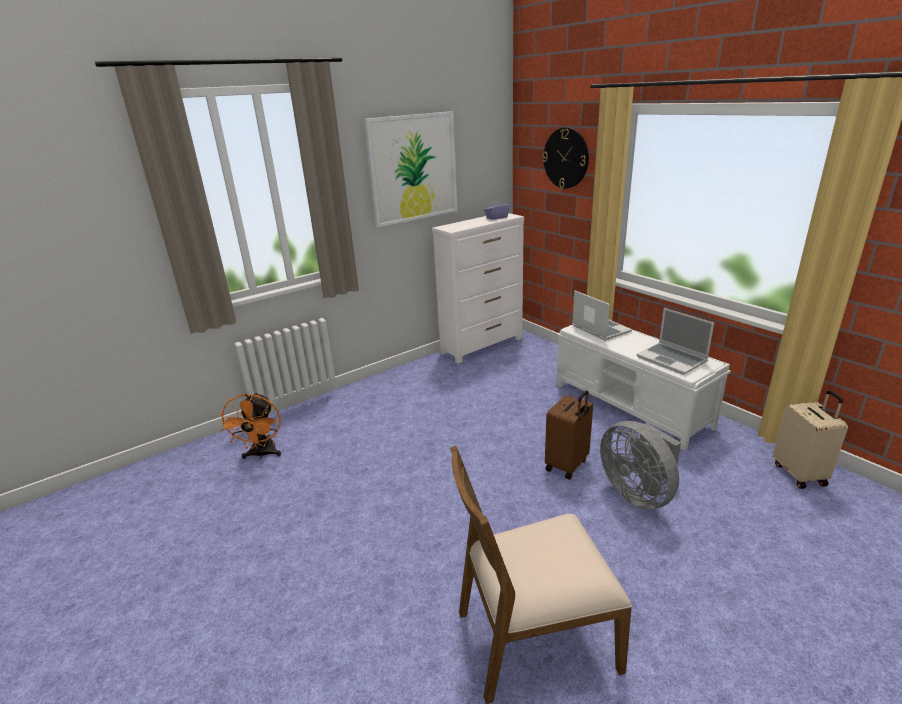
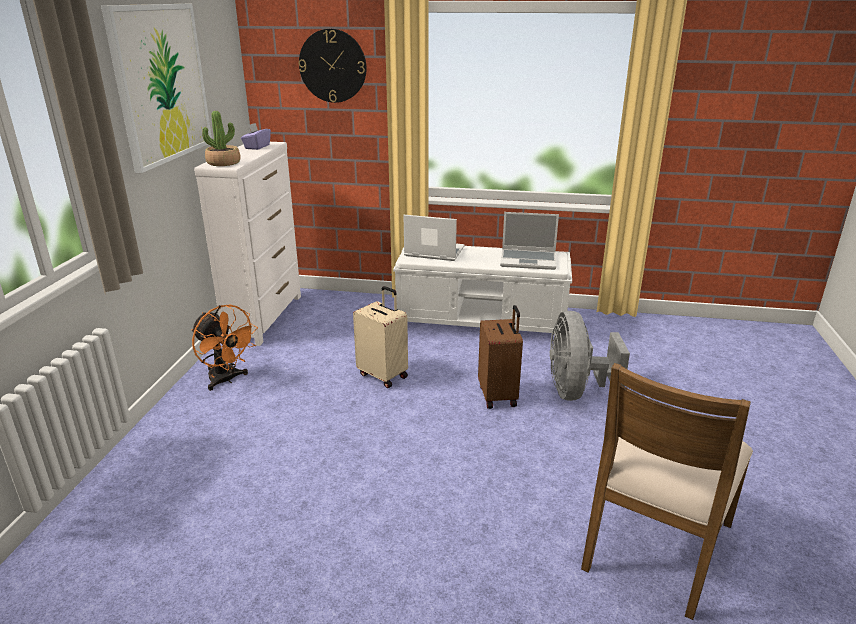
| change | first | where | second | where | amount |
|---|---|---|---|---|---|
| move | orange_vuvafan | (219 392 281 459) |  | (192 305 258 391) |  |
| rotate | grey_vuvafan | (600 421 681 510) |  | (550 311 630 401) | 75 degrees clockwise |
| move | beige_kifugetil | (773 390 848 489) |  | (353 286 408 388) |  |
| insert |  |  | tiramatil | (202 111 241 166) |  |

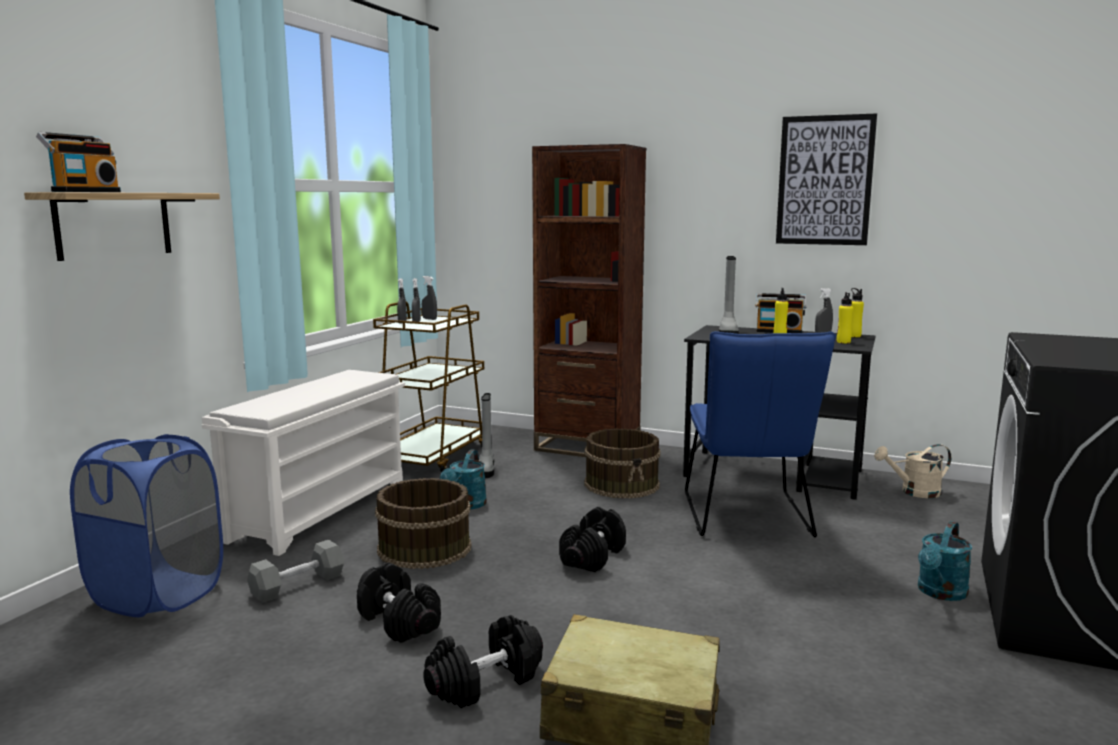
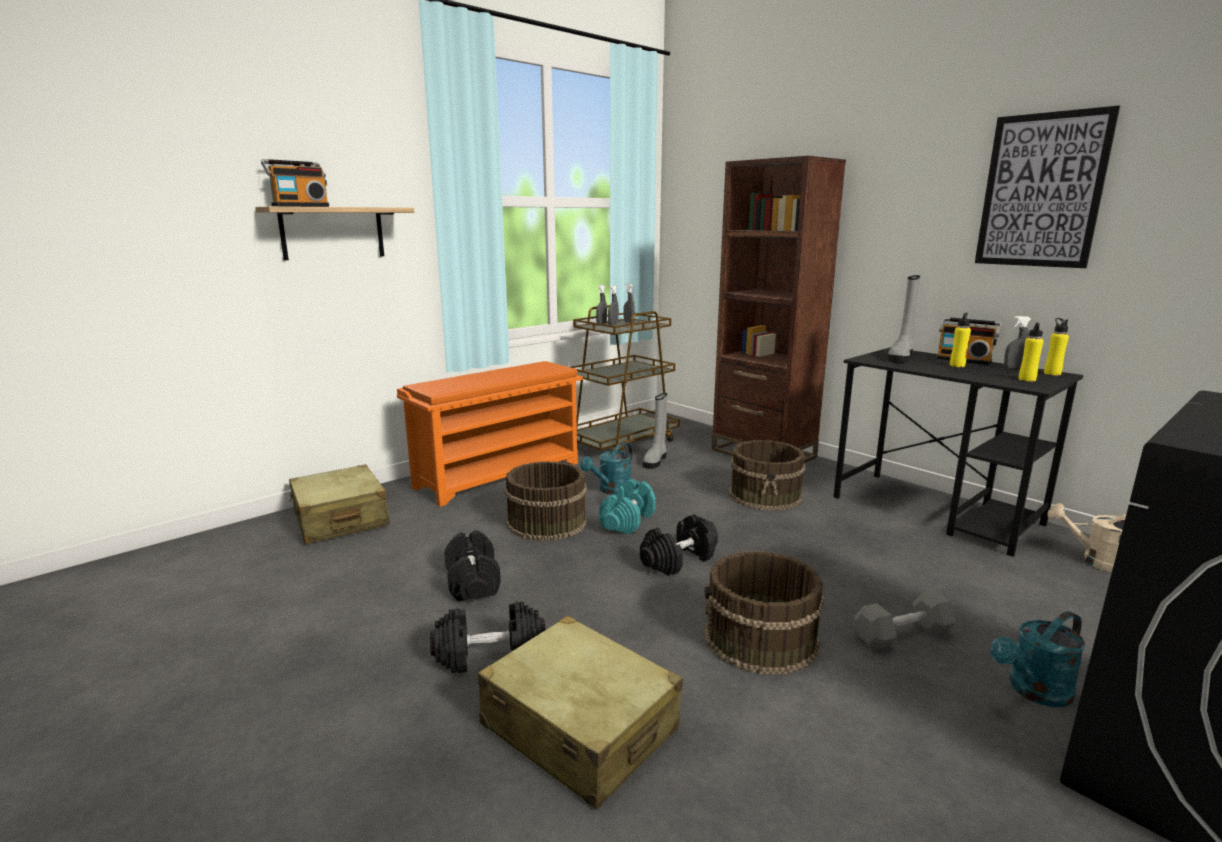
| change | first | where | second | where | amount |
|---|---|---|---|---|---|
| replace | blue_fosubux | (70 434 223 617) | beige_kifugetil | (289 464 390 544) |  |
| recolor | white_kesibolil | (202 370 405 556) | orange_kesibolil | (397 361 583 507) |  |
| move | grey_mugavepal | (247 540 344 603) |  | (854 590 956 650) |  |
| delete | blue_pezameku | (685 331 836 538) |  |  |  |
| insert |  |  | turquoise_mugavepal | (599 479 656 534) |  |
| insert |  |  | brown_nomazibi | (704 551 824 674) |  |

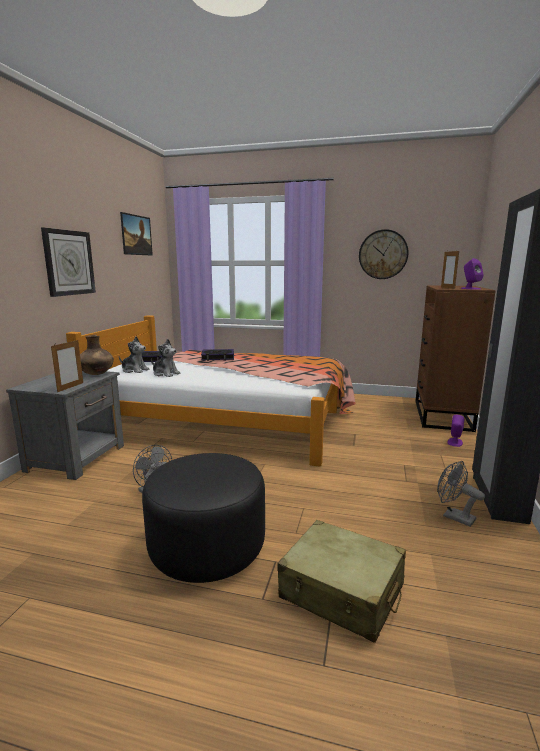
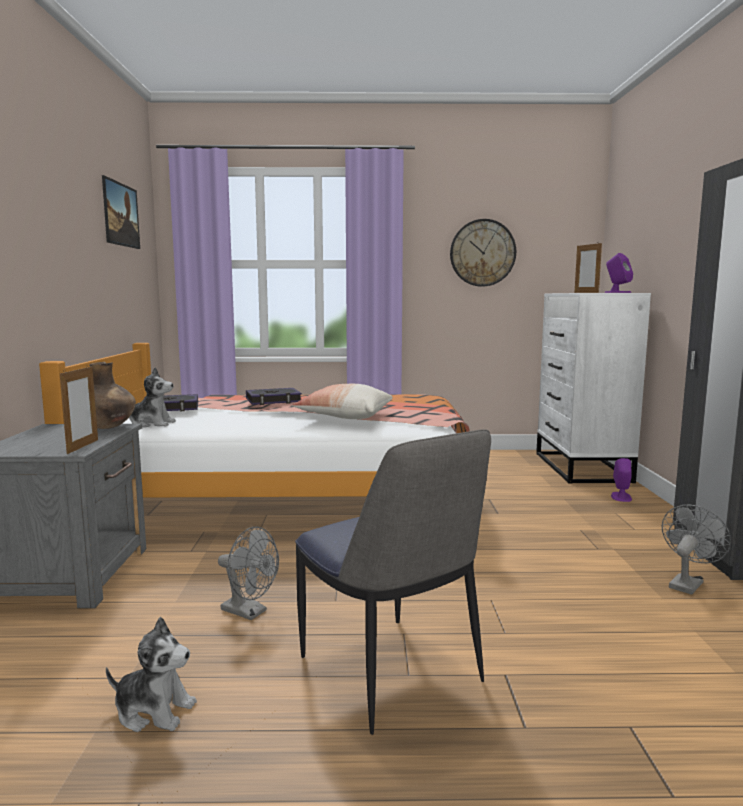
| change | first | where | second | where | amount |
|---|---|---|---|---|---|
| delete | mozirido | (41 227 96 297) |  |  |  |
| replace | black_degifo | (142 453 265 583) | pezameku | (295 429 491 735) |  |
| move | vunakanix | (151 339 180 377) |  | (106 617 197 732) |  |
| delete | beige_kifugetil | (277 520 406 643) |  |  |  |
| recolor | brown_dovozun | (415 285 496 432) | white_dovozun | (536 293 651 483) |  |
| rotate | grey_vuvafan | (437 461 485 527) |  | (662 504 731 595) | 105 degrees clockwise |
| insert |  |  | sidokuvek | (292 384 393 419) |  |

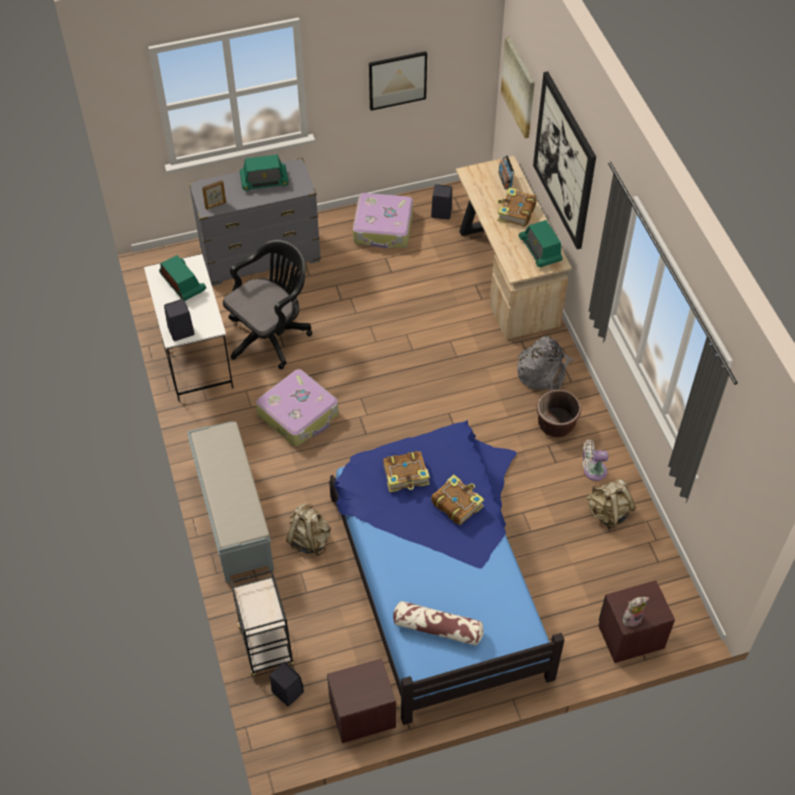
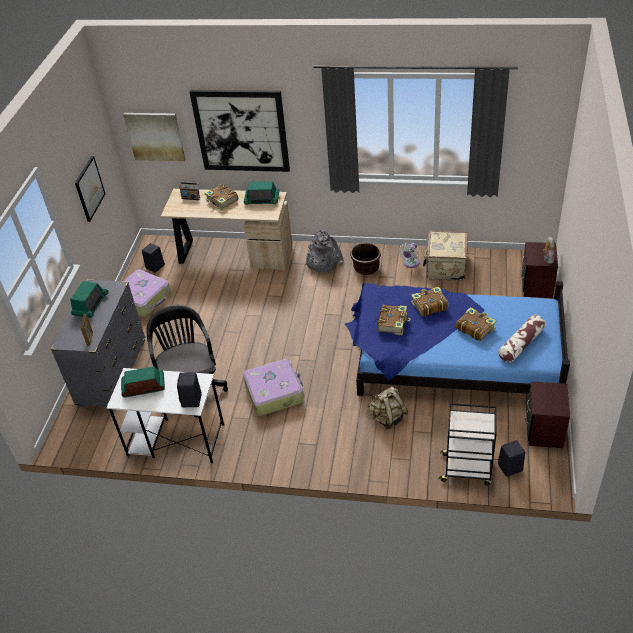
| change | first | where | second | where | amount |
|---|---|---|---|---|---|
| delete | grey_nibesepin | (187 421 274 583) |  |  |  |
| replace | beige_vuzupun | (586 479 636 529) | beige_kifugetil | (423 230 468 281) |  |
| insert |  |  | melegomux | (456 307 496 341) |  |

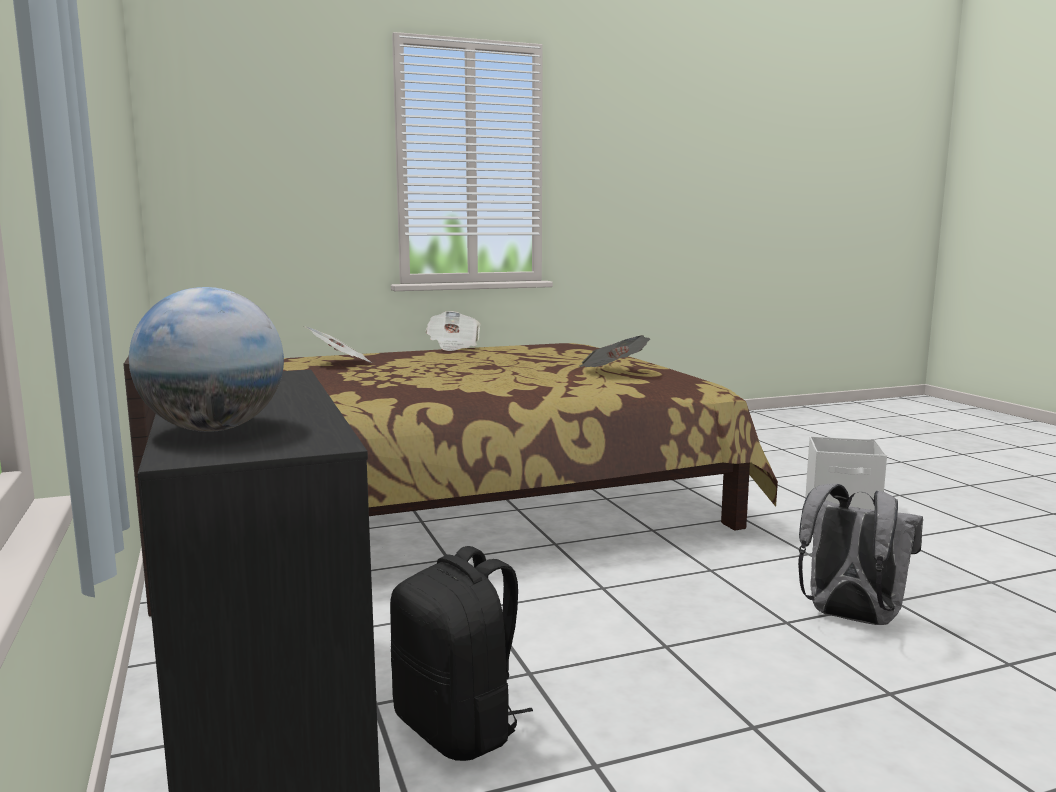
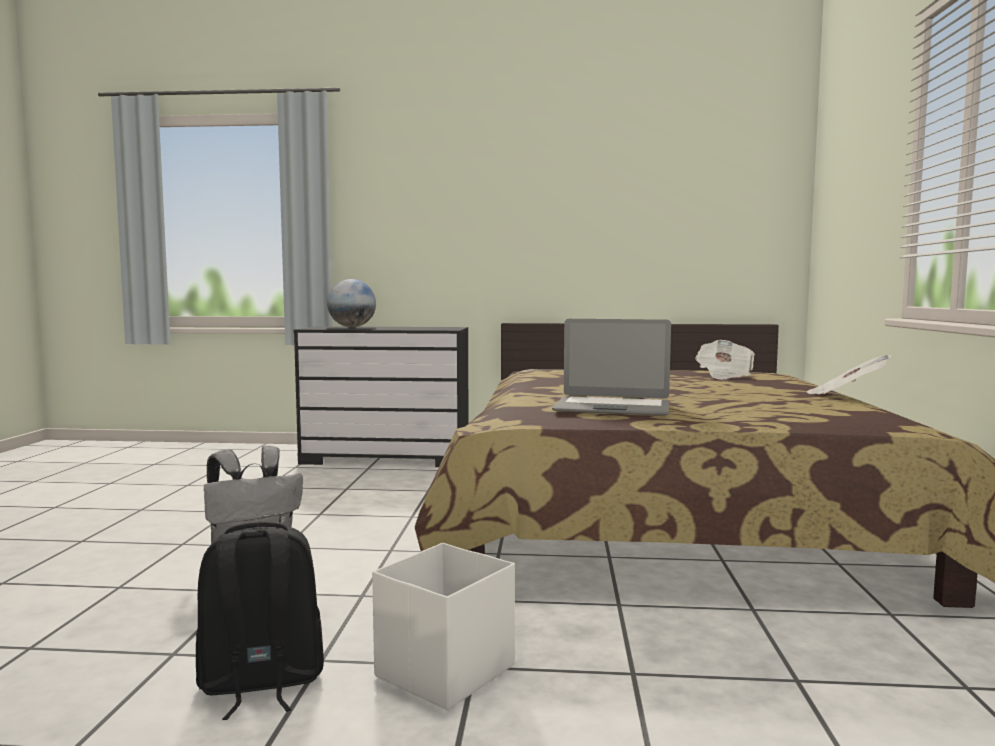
| change | first | where | second | where | amount |
|---|---|---|---|---|---|
| move | black_vuzupun | (390 546 533 761) |  | (196 521 324 720) |  |
| replace | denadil | (579 335 650 367) | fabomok | (552 319 671 416) |  |

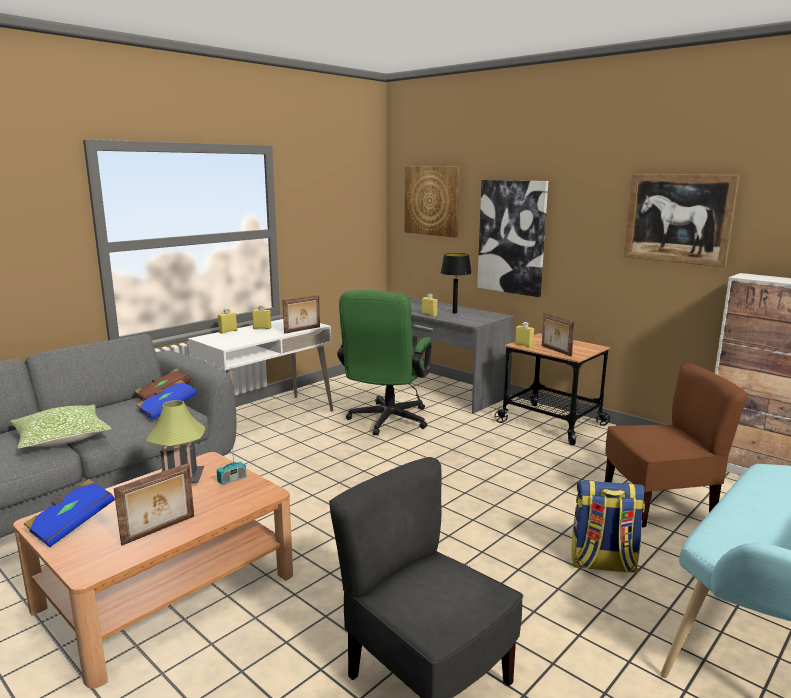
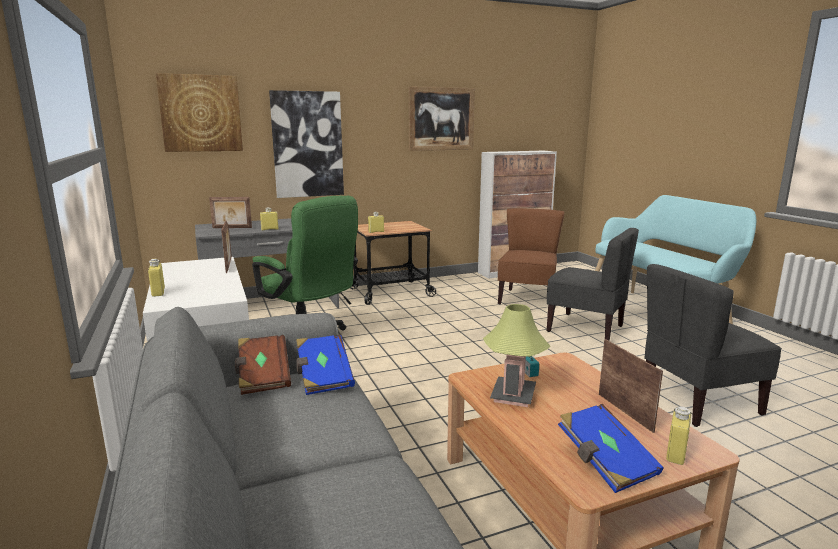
| change | first | where | second | where | amount |
|---|---|---|---|---|---|
| delete | sidokuvek | (10 404 111 449) |  |  |  |
| move | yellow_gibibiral | (252 305 271 329) |  | (666 406 691 465) |  |
| delete | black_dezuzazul | (440 253 472 313) |  |  |  |
| move | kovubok | (542 313 575 356) |  | (209 197 252 228) |  |
| replace | vuzupun | (572 480 645 573) | grey_pezameku | (547 228 639 341) |  |

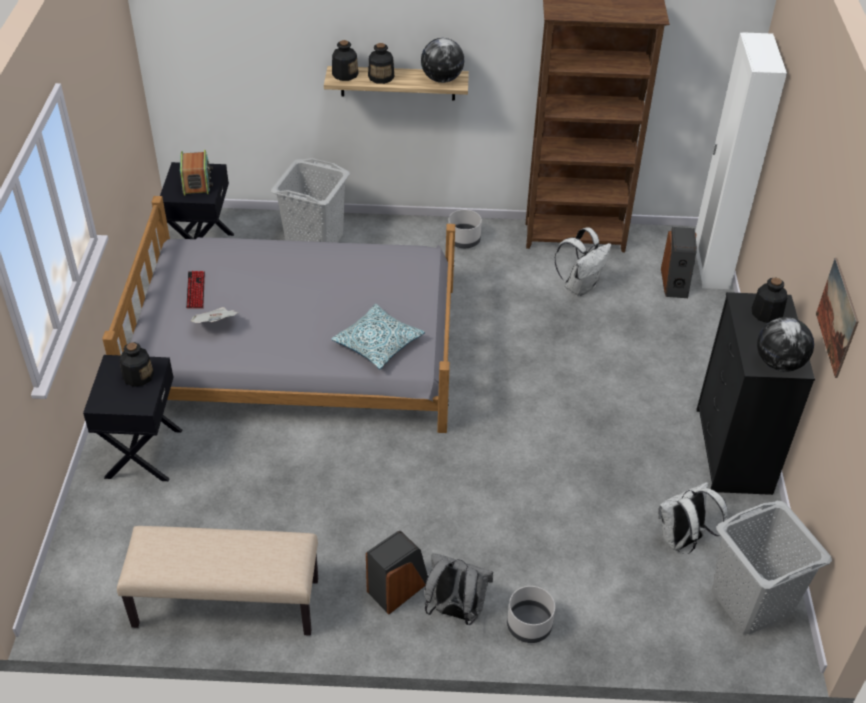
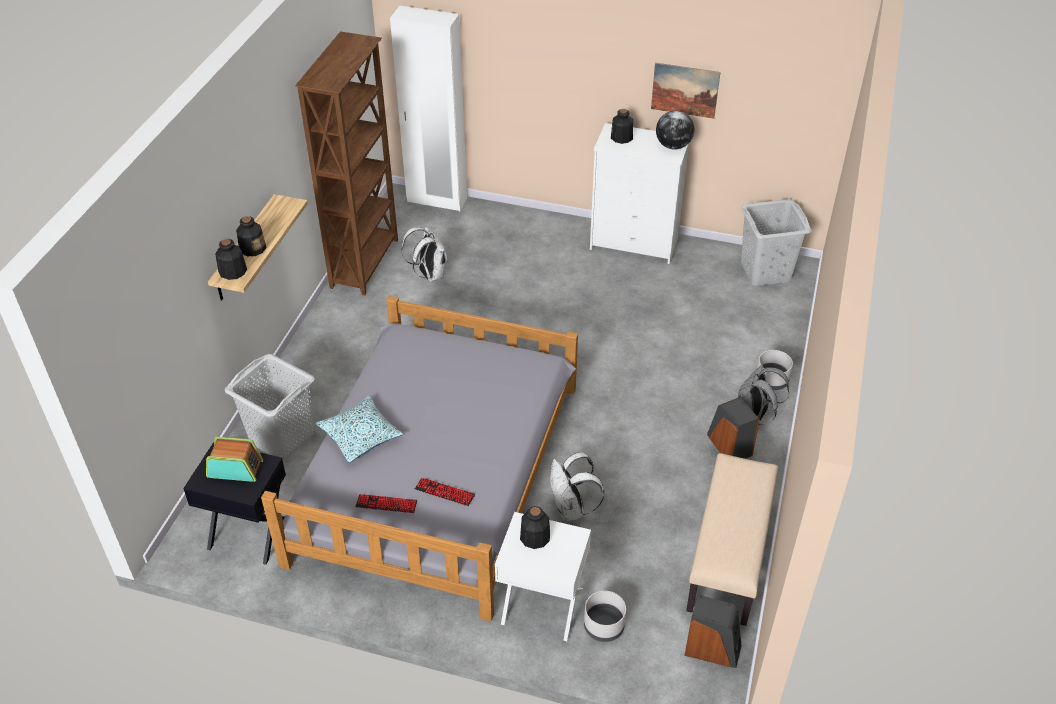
| change | first | where | second | where | amount |
|---|---|---|---|---|---|
| recolor | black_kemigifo | (83 355 182 481) | white_kemigifo | (495 512 591 641) |  |
| replace | denadil | (191 307 239 323) | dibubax | (415 478 475 506) |  |
| move | sidokuvek | (331 304 425 369) |  | (316 396 403 463) |  |
| delete | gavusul | (421 38 464 83) |  |  |  |
| move | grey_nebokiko | (448 210 482 248) |  | (584 591 626 642) |  |
| move | white_vuzupun | (658 482 728 554) |  | (550 452 604 521) |  |
| move | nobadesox | (661 227 697 298) |  | (684 594 742 668) |  |
| recolor | black_dovozun | (696 292 815 495) | white_dovozun | (590 123 689 264) |  |

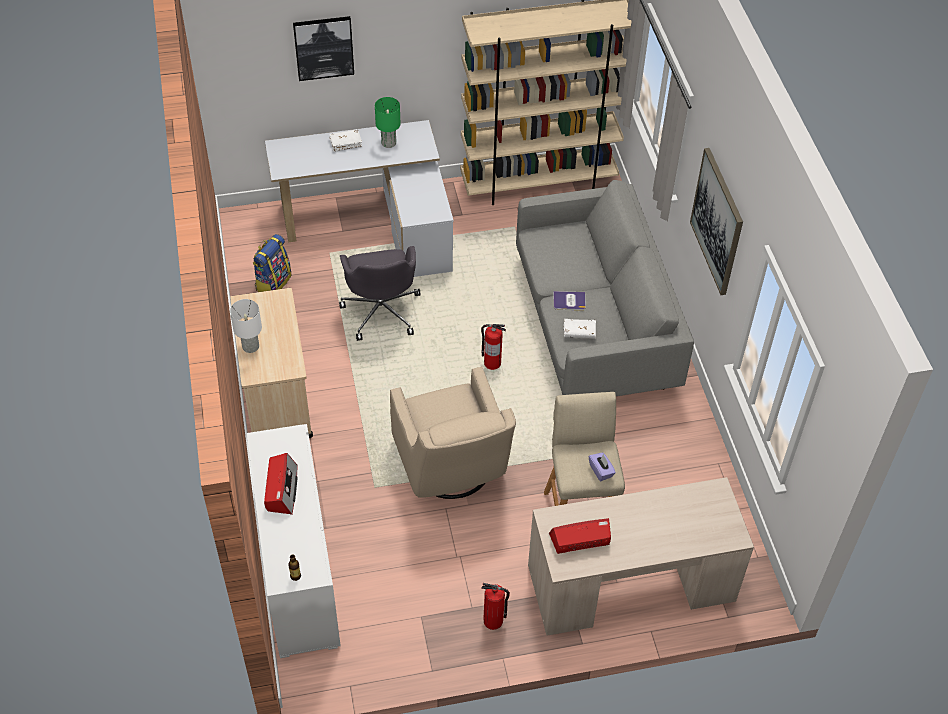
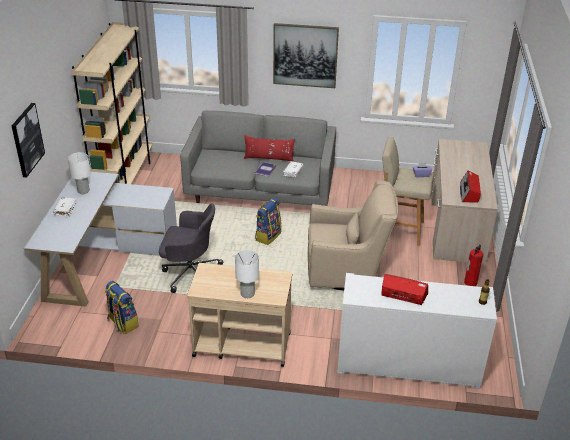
| change | first | where | second | where | amount |
|---|---|---|---|---|---|
| recolor | green_dezuzazul | (375 97 401 148) | white_dezuzazul | (68 152 91 194) |  |
| replace | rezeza | (481 324 506 370) | vuzupun | (255 198 281 245) |  |
| insert |  |  | red_sidokuvek | (244 135 295 162) |  |

